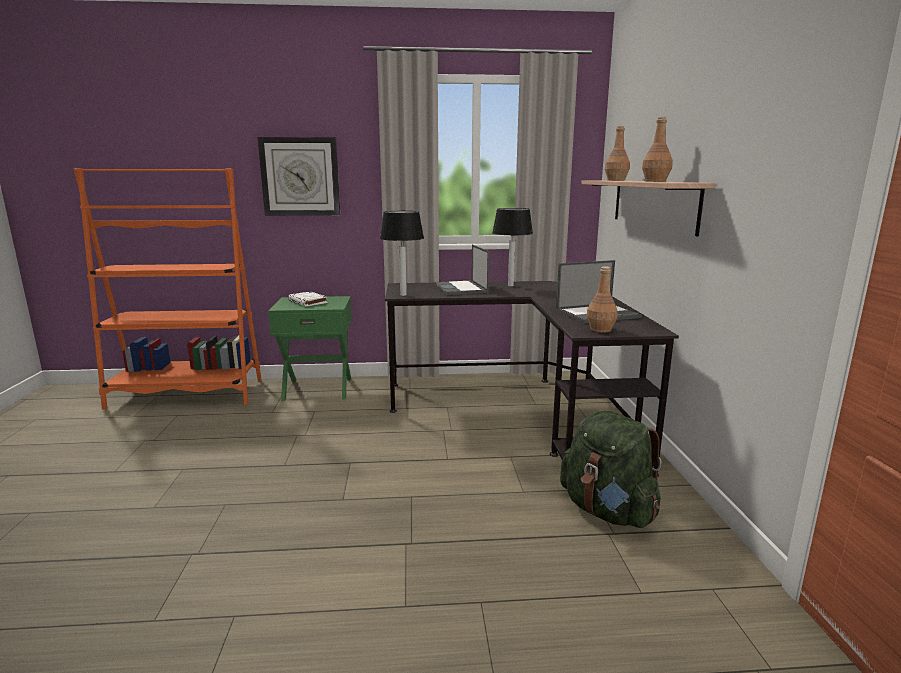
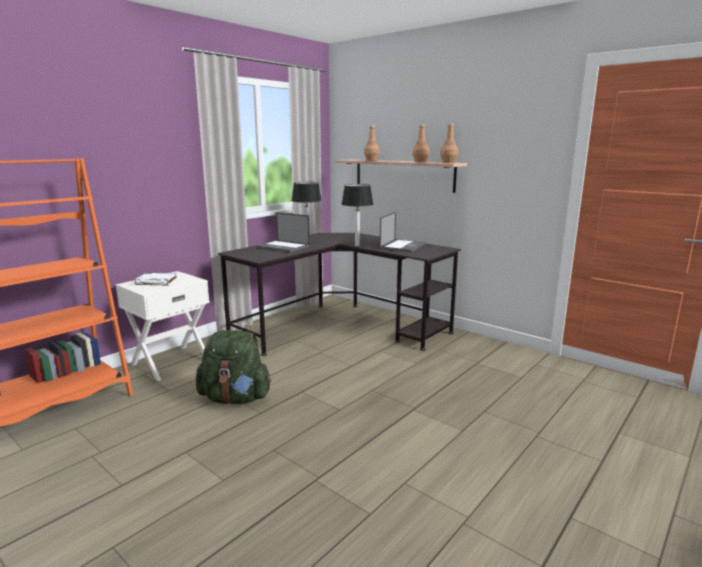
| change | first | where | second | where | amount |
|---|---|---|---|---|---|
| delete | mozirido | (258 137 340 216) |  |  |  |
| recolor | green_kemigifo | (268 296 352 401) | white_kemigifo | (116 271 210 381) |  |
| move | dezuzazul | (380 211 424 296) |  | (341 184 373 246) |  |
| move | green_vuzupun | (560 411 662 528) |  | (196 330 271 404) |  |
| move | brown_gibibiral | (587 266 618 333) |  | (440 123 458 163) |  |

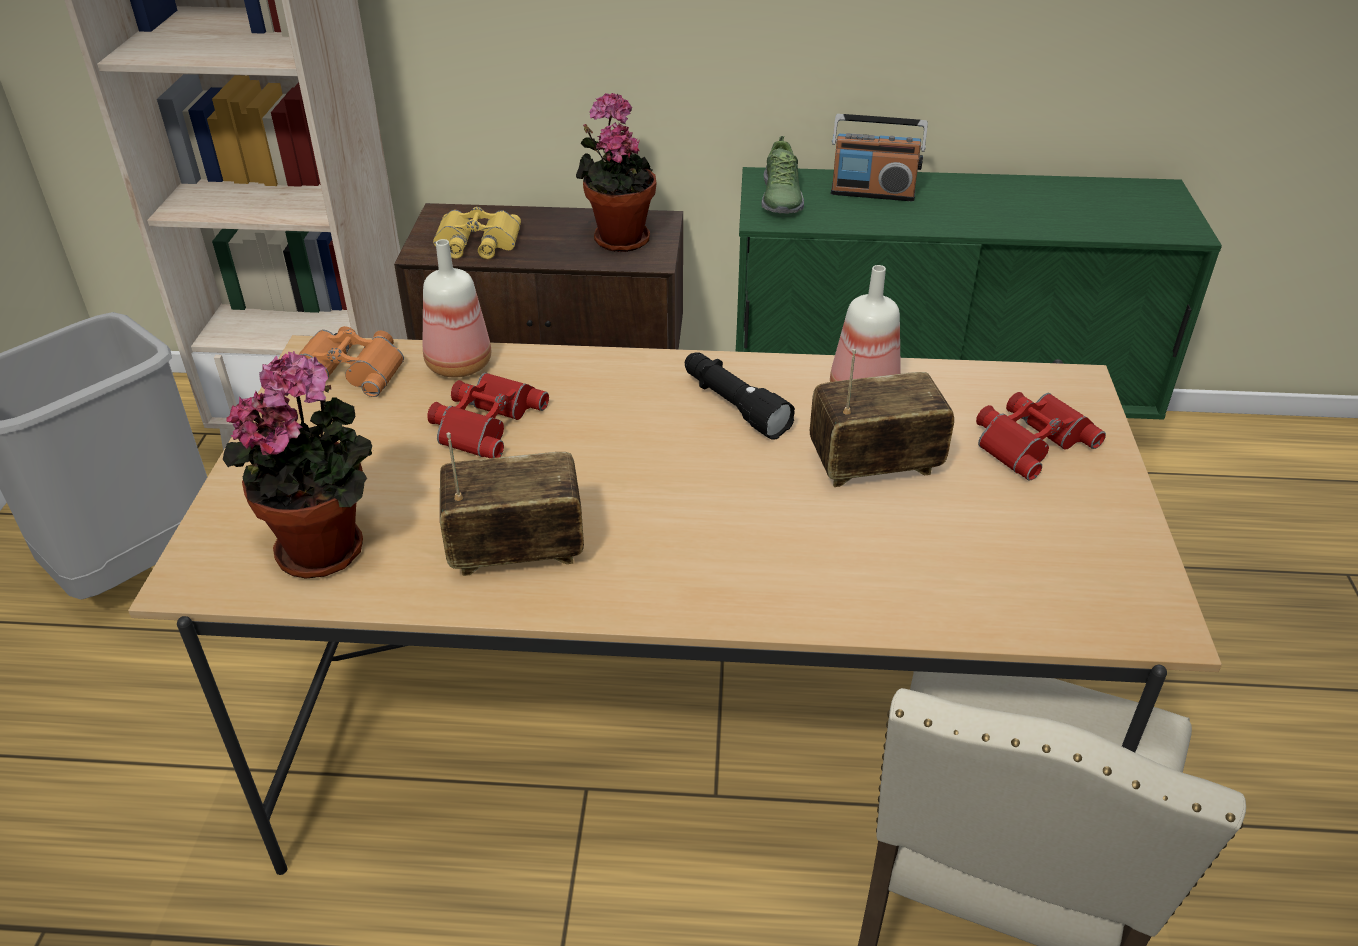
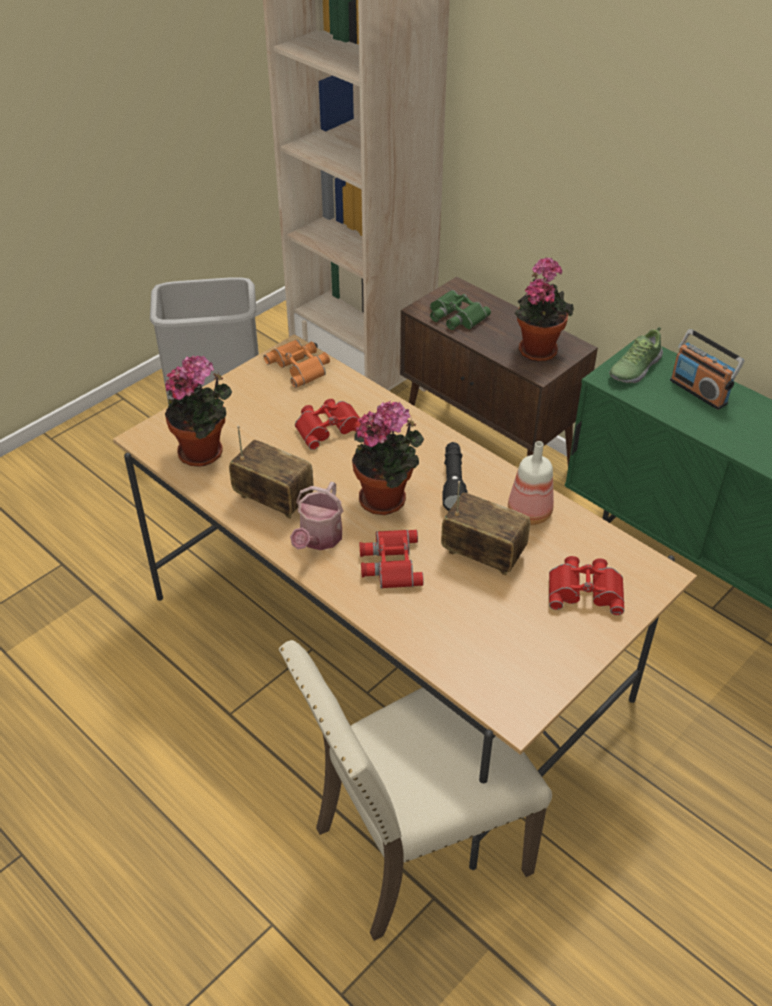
| change | first | where | second | where | amount |
|---|---|---|---|---|---|
| delete | gibibiral | (423 239 491 377) |  |  |  |
| recolor | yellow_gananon | (433 207 521 259) | green_gananon | (430 290 491 330) |  |
| insert |  |  | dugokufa | (290 482 343 550) |  |
| insert |  |  | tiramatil | (352 401 424 515) |  |
| insert |  |  | red_gananon | (360 530 424 589) |  |

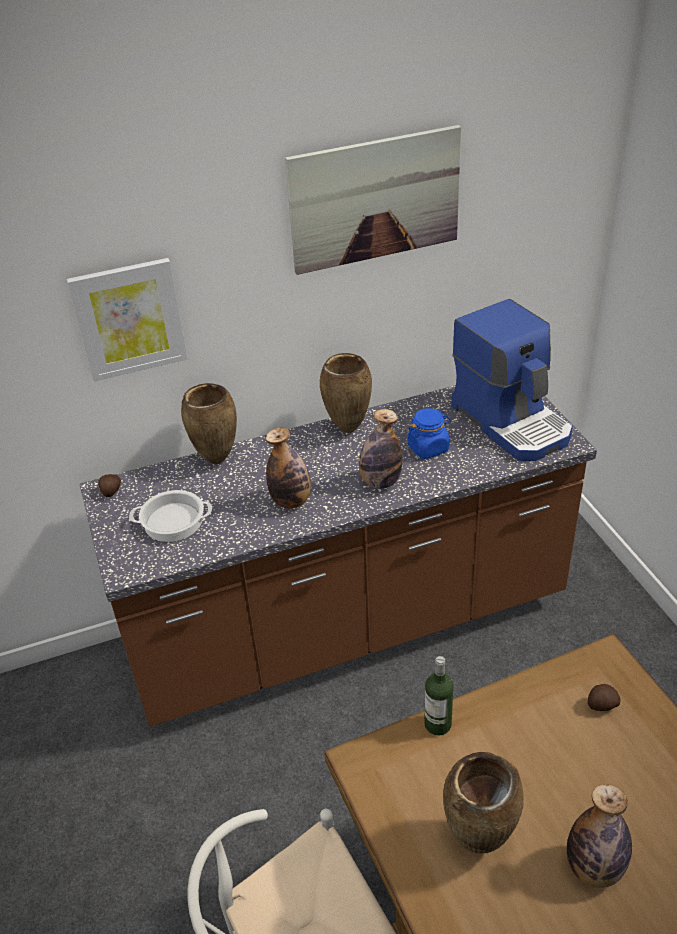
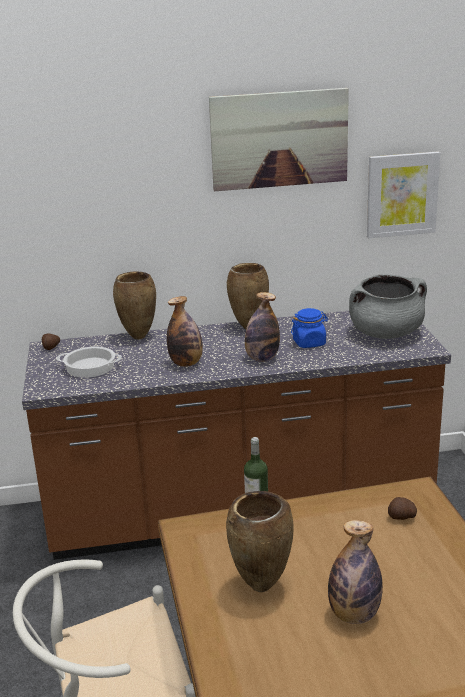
| change | first | where | second | where | amount |
|---|---|---|---|---|---|
| move | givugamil | (67 258 188 381) |  | (367 152 440 238) |  |
| replace | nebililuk | (451 299 573 461) | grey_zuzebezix | (349 274 427 339) |  |

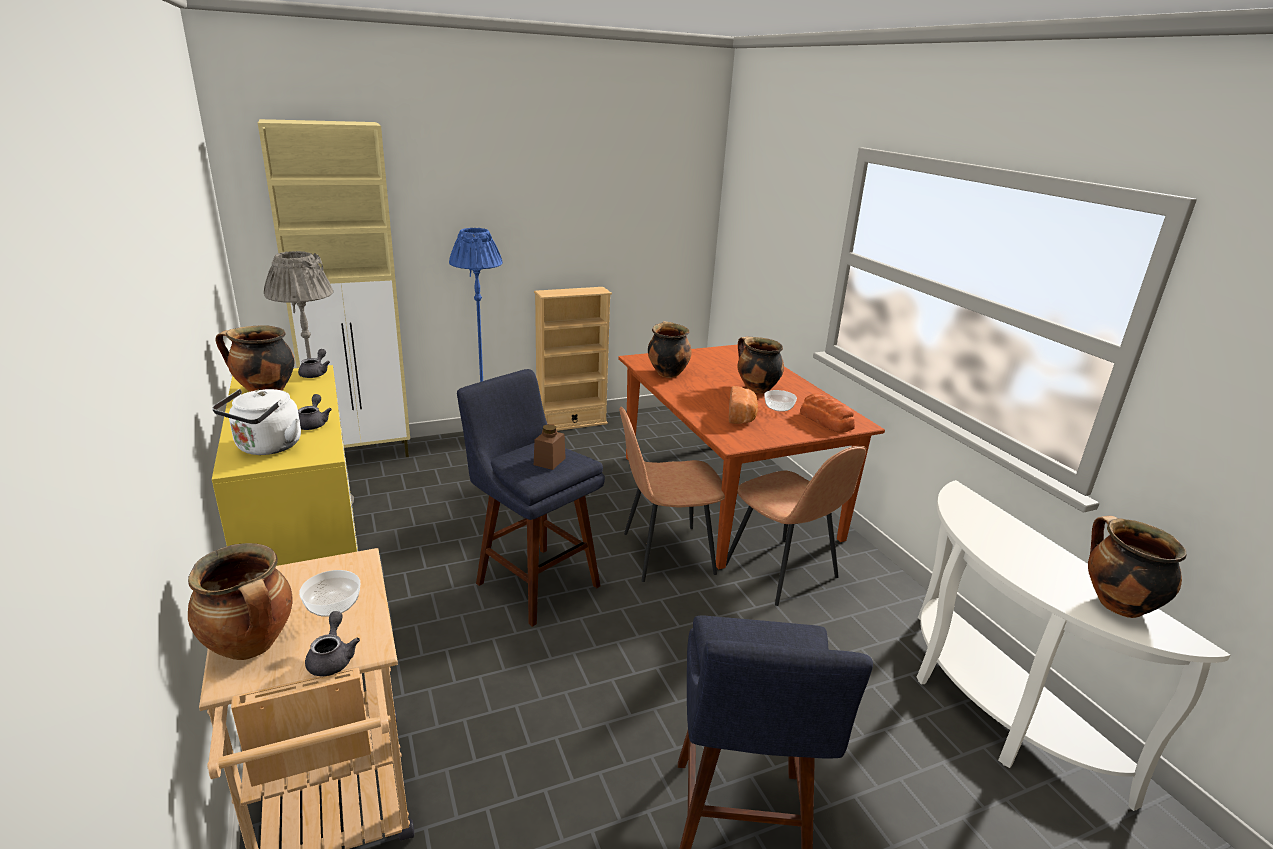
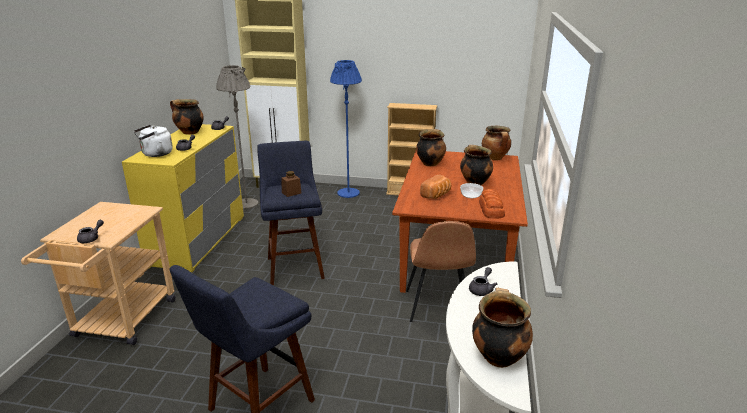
| change | first | where | second | where | amount |
|---|---|---|---|---|---|
| move | zuzebezix | (188 543 293 660) |  | (482 126 511 160) |  |
| delete | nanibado | (299 570 360 617) |  |  |  |
| delete | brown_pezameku | (619 407 725 582) |  |  |  |
| insert |  |  | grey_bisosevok | (469 267 497 296) |  |

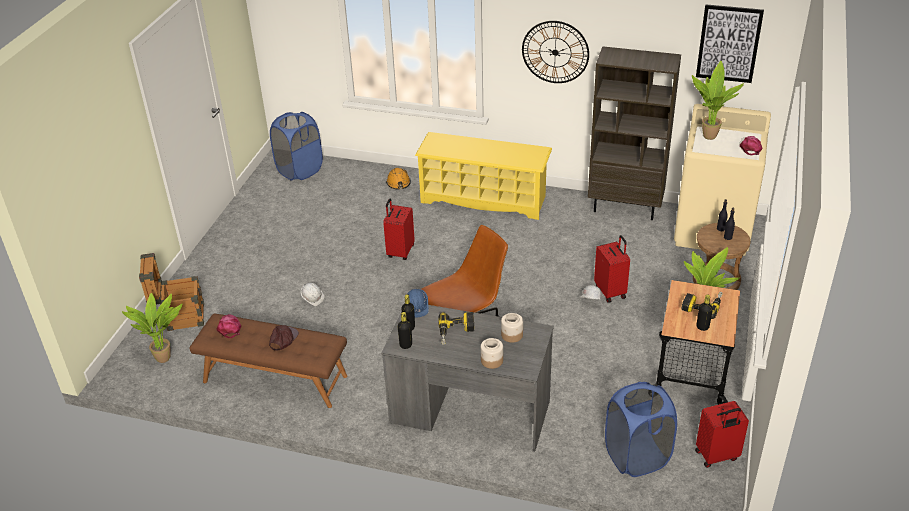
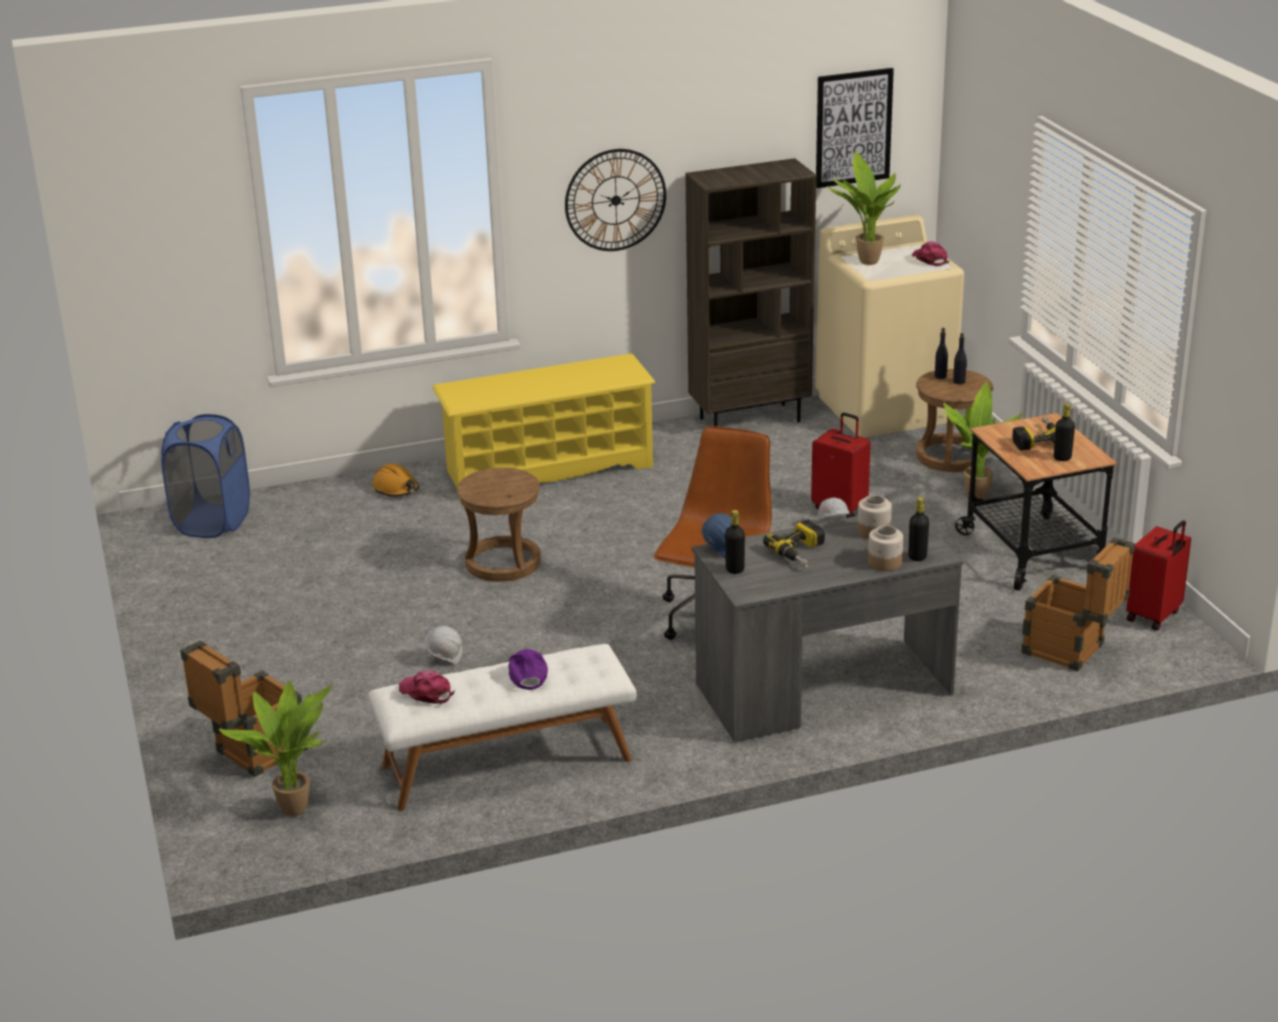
| change | first | where | second | where | amount |
|---|---|---|---|---|---|
| recolor | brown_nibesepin | (190 313 347 408) | white_nibesepin | (368 644 637 811) |  |
| recolor | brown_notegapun | (269 325 299 350) | purple_notegapun | (508 649 548 690) |  |
| replace | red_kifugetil | (383 198 415 260) | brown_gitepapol | (457 468 541 582) |  |
| move | black_gibibiral | (398 312 412 349) |  | (908 497 929 561) |  |
| replace | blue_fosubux | (605 382 677 477) | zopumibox | (1021 537 1135 671) |  |

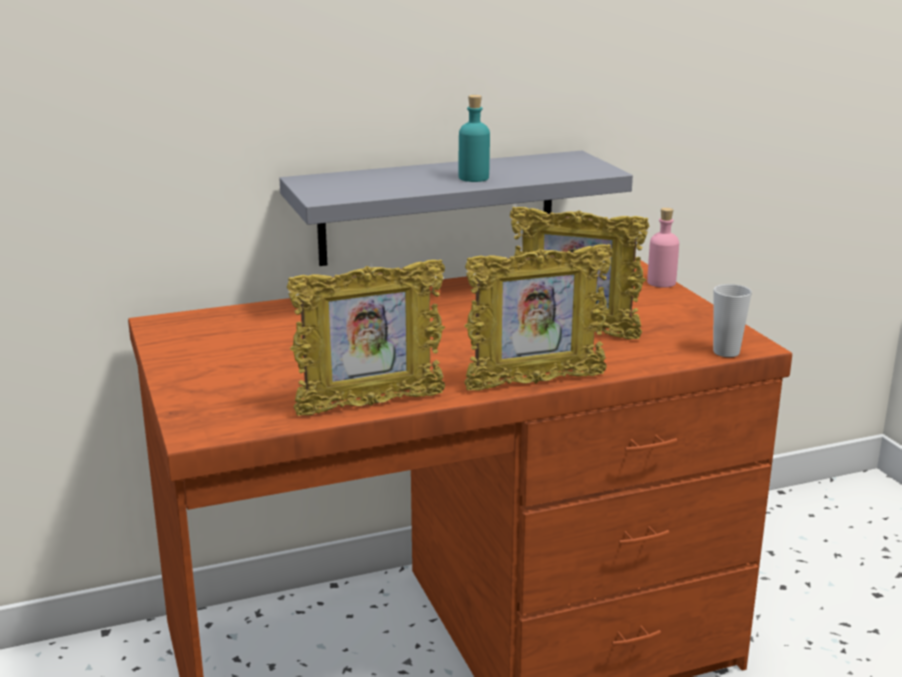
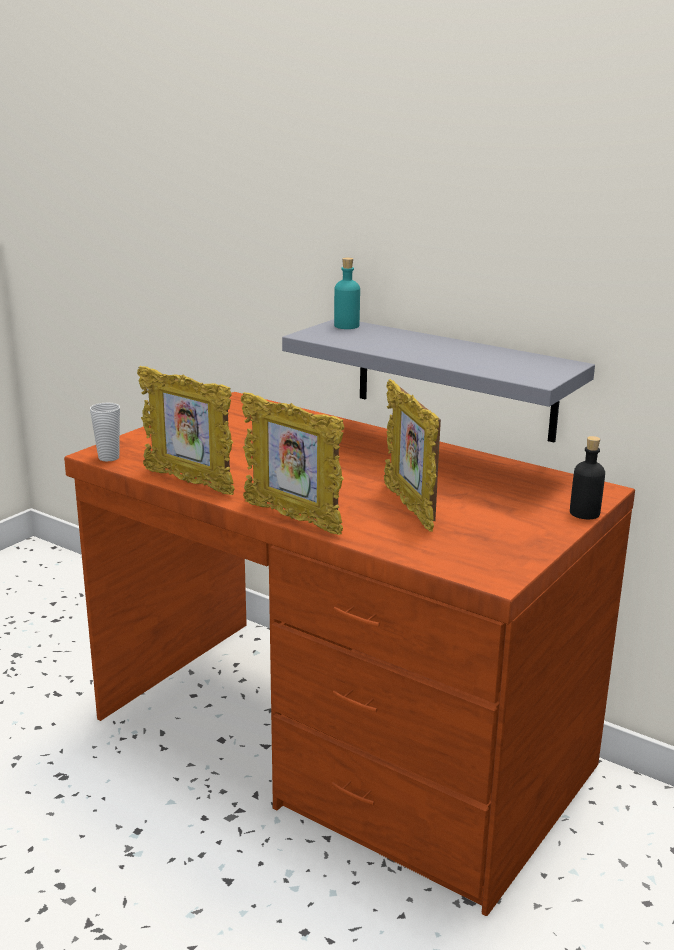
| change | first | where | second | where | amount |
|---|---|---|---|---|---|
| move | turquoise_gibibiral | (459 95 490 182) |  | (334 257 360 329) |  |
| recolor | pink_gibibiral | (647 208 679 288) | black_gibibiral | (570 436 605 519) |  |
| move | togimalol | (713 284 752 357) |  | (90 403 120 461) |  |

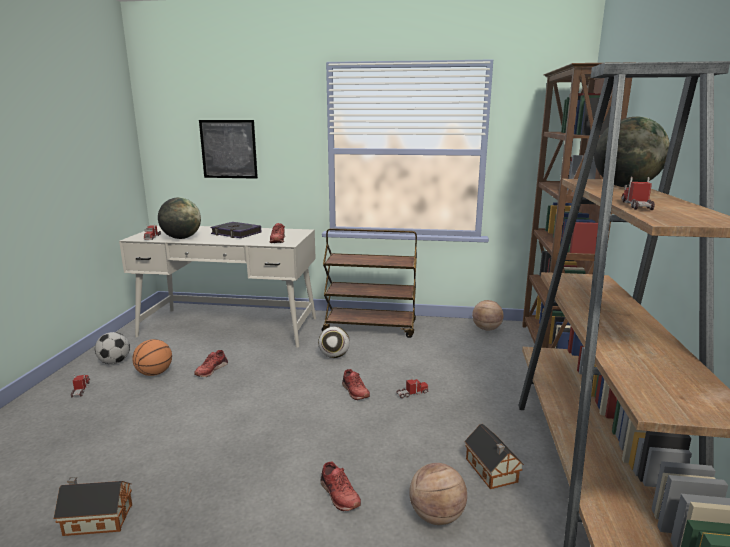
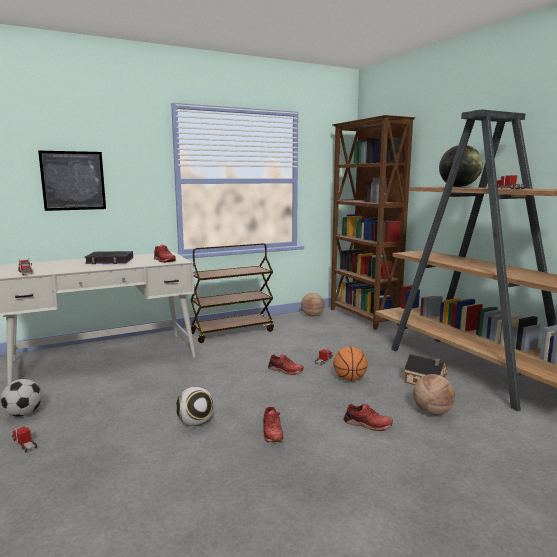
| change | first | where | second | where | amount |
|---|---|---|---|---|---|
| delete | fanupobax | (54 476 132 536) |  |  |  |
| move | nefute | (132 339 172 376) |  | (333 346 368 381) |  |
| delete | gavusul | (158 197 201 239) |  |  |  |
| move | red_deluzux | (194 350 228 377) |  | (263 407 283 443) |  |
| move | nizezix | (318 326 350 358) |  | (176 386 215 426) |  |

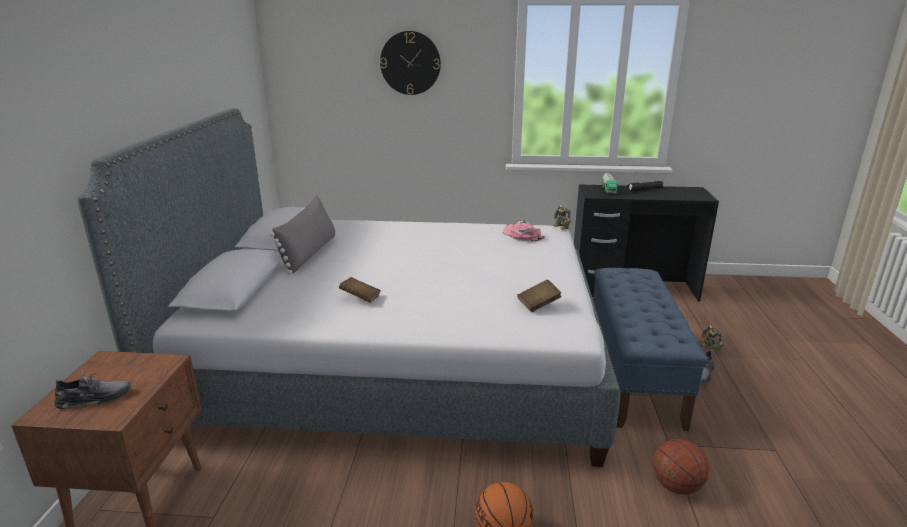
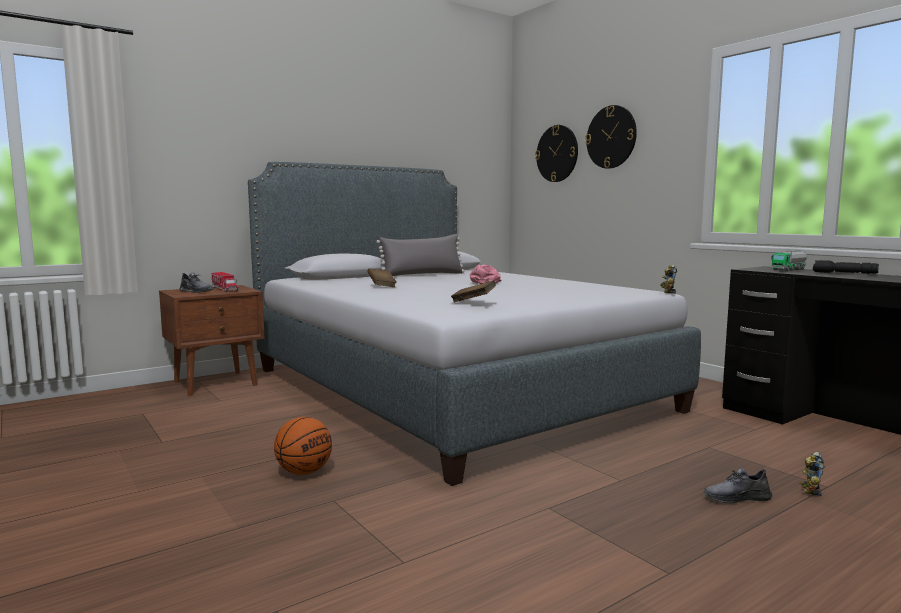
| change | first | where | second | where | amount |
|---|---|---|---|---|---|
| move | pink_notegapun | (503 220 545 241) |  | (470 264 502 284) |  |
| delete | blue_nibesepin | (593 268 708 431) |  |  |  |
| delete | nefute | (653 439 709 494) |  |  |  |
| insert |  |  | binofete | (212 272 238 292) |  |
| insert |  |  | mozirido | (535 125 578 182) |  |

